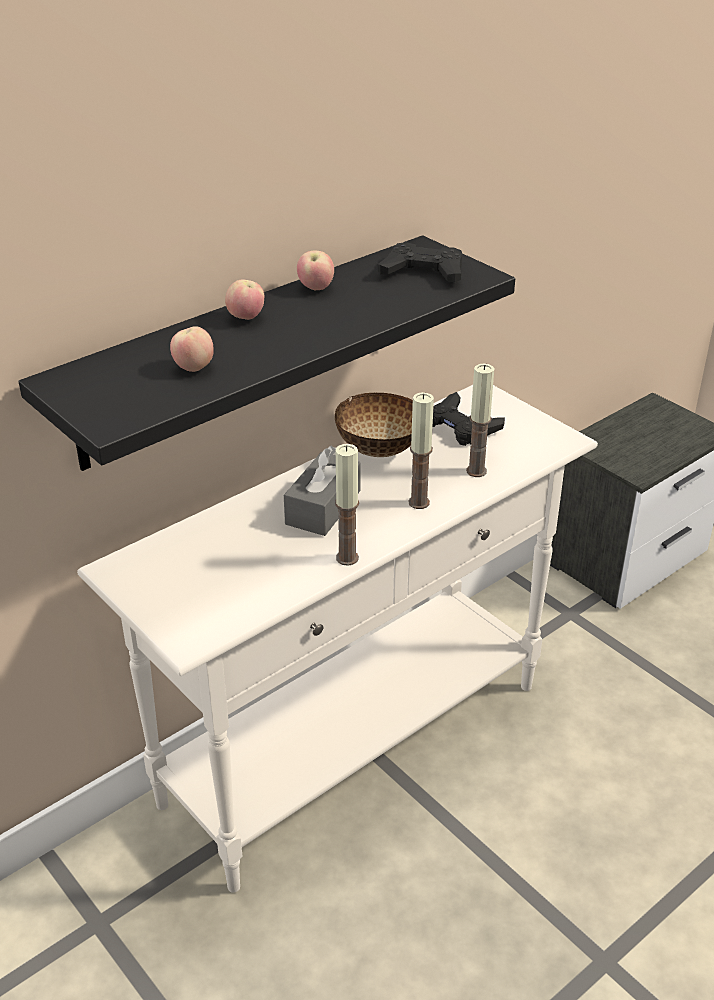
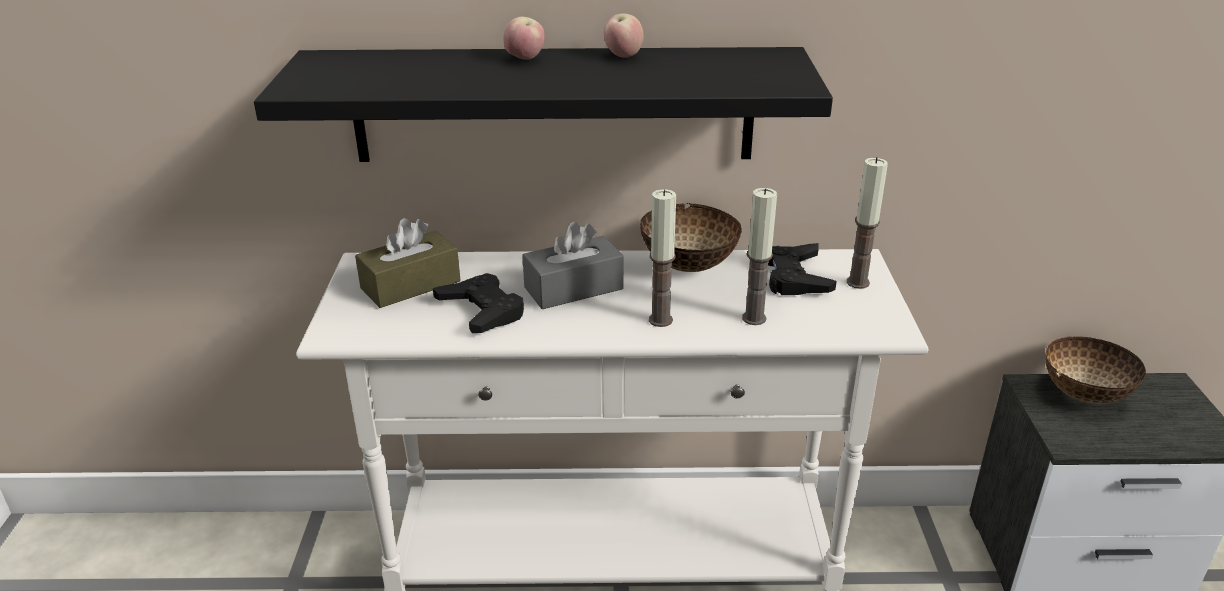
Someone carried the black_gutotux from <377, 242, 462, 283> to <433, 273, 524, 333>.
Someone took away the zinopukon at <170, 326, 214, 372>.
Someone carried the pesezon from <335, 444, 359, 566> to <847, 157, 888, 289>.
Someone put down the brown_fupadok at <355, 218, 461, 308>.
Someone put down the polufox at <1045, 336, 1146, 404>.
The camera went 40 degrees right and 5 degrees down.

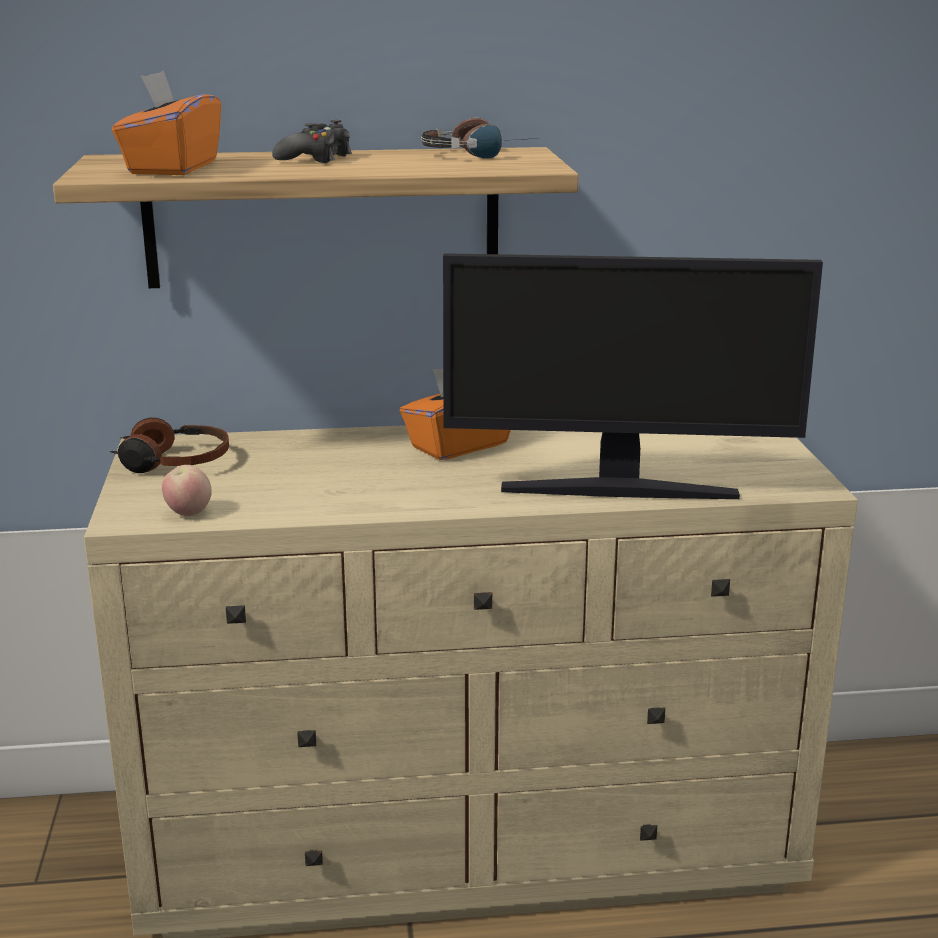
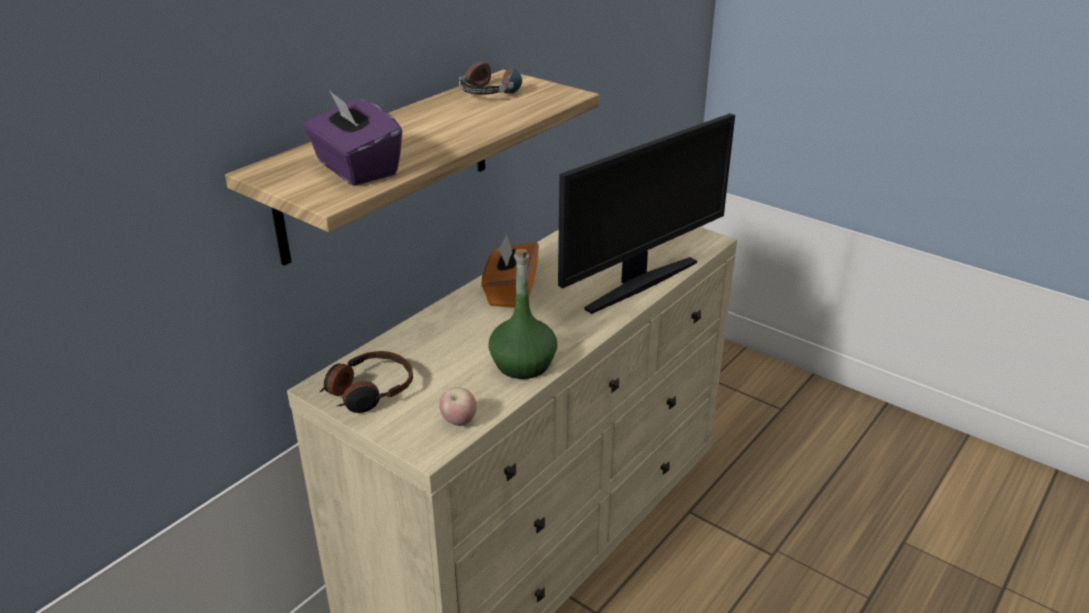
Someone repainted the orange_fupadok at <112, 70, 221, 175>, which became the purple_fupadok at <304, 90, 402, 186>.
Someone took away the black_gutotux at <272, 120, 352, 163>.
Someone put down the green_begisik at <488, 249, 557, 379>.
The camera went 45 degrees left and 10 degrees up.

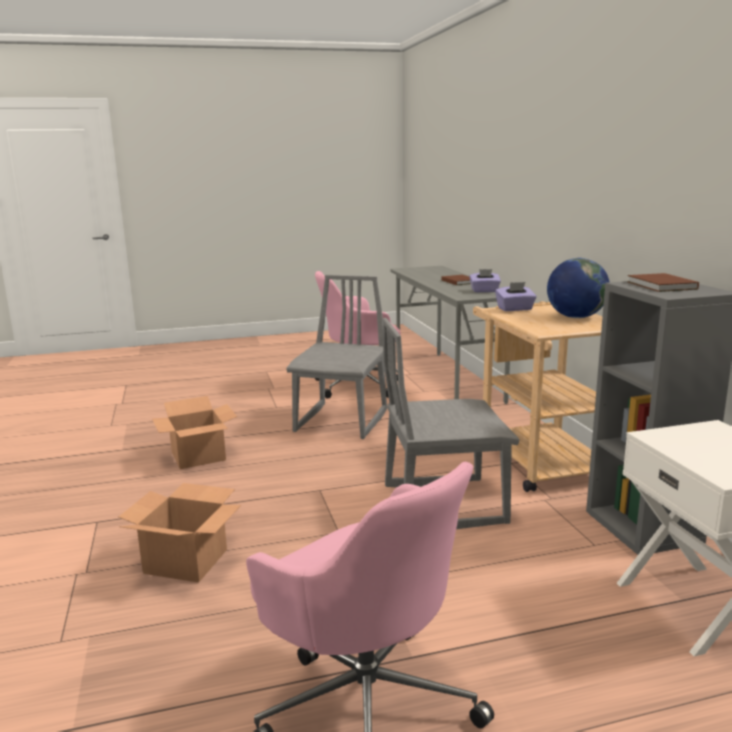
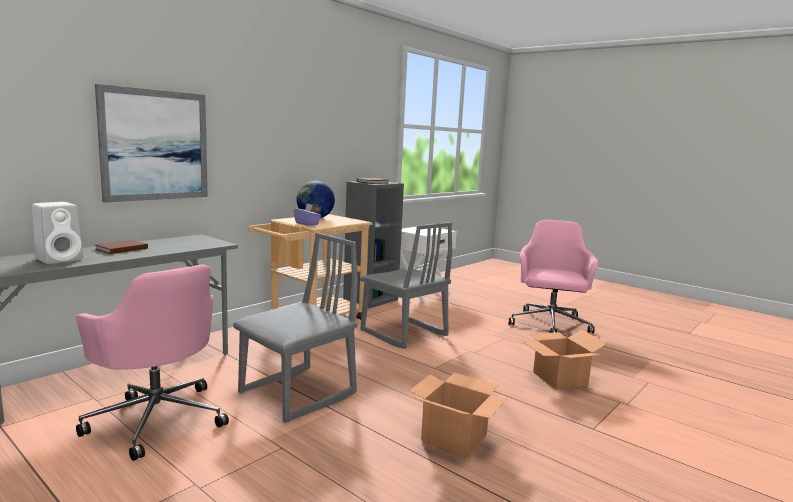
Someone took away the purple_fupadok at <469, 269, 501, 292>.
Someone rotated the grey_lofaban at <286, 275, 387, 439> by 150 degrees clockwise.
Someone put up the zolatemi at <95, 84, 208, 203>.
Someone put down the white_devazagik at <32, 202, 83, 264>.
The camera went 125 degrees left and 5 degrees down.

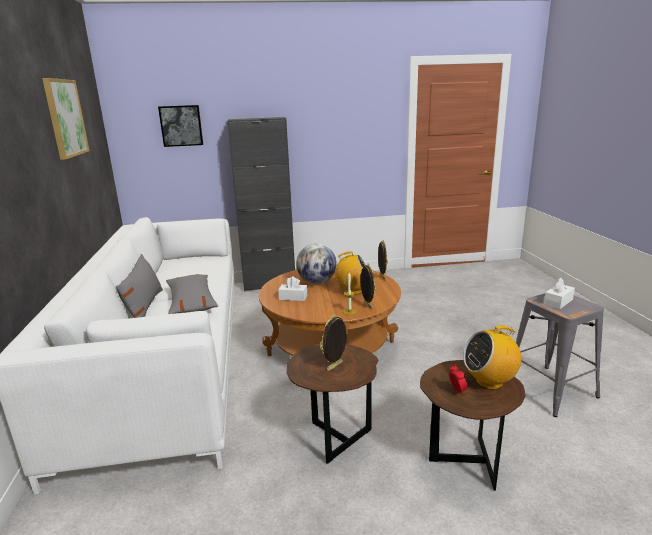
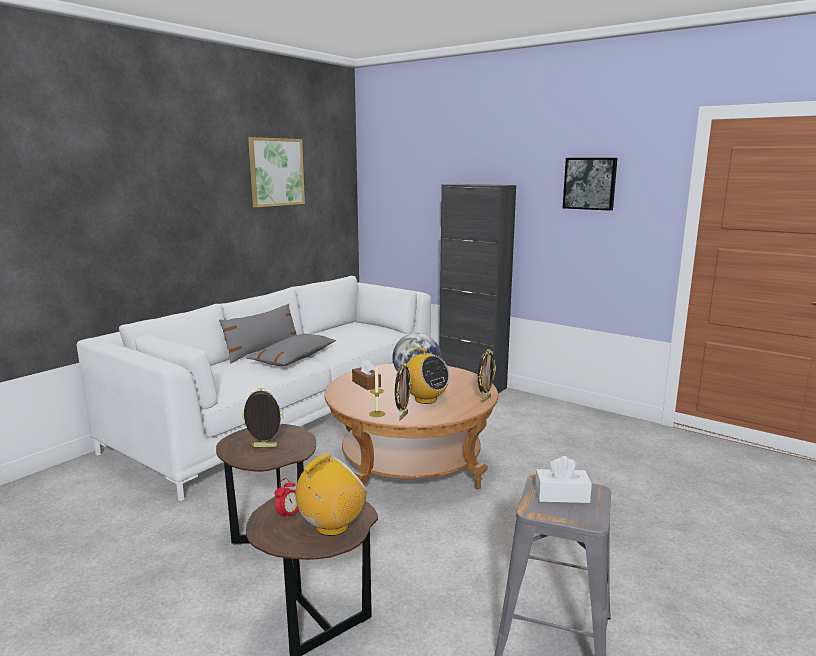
Someone carried the zolatemi from <158, 105, 203, 147> to <563, 158, 617, 211>.
Someone repainted the white_fupadok at <278, 276, 307, 301>, which became the brown_fupadok at <352, 360, 381, 390>.
Someone rotated the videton at <463, 326, 521, 390> by 105 degrees clockwise.
The camera went 45 degrees right and 5 degrees down.

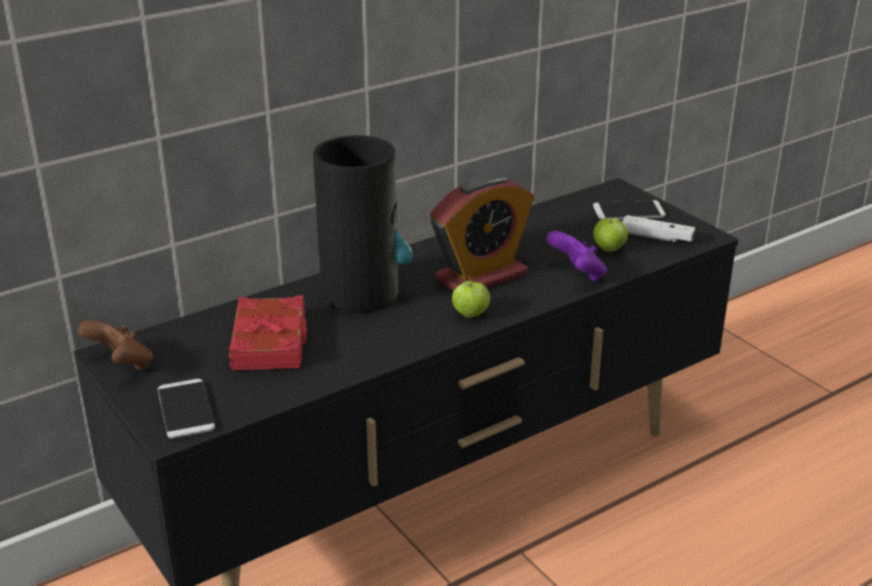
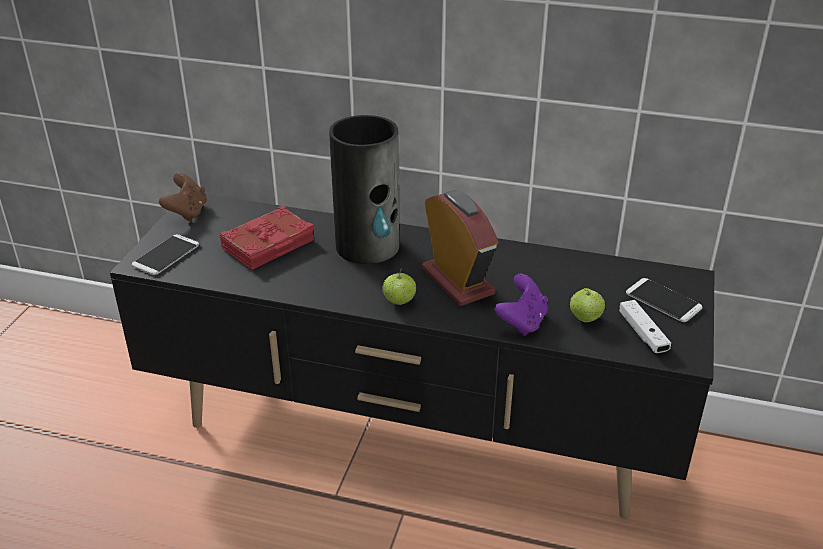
Someone rotated the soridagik at <430, 174, 535, 291> by 135 degrees counterclockwise.
The camera went 50 degrees right and 5 degrees up.

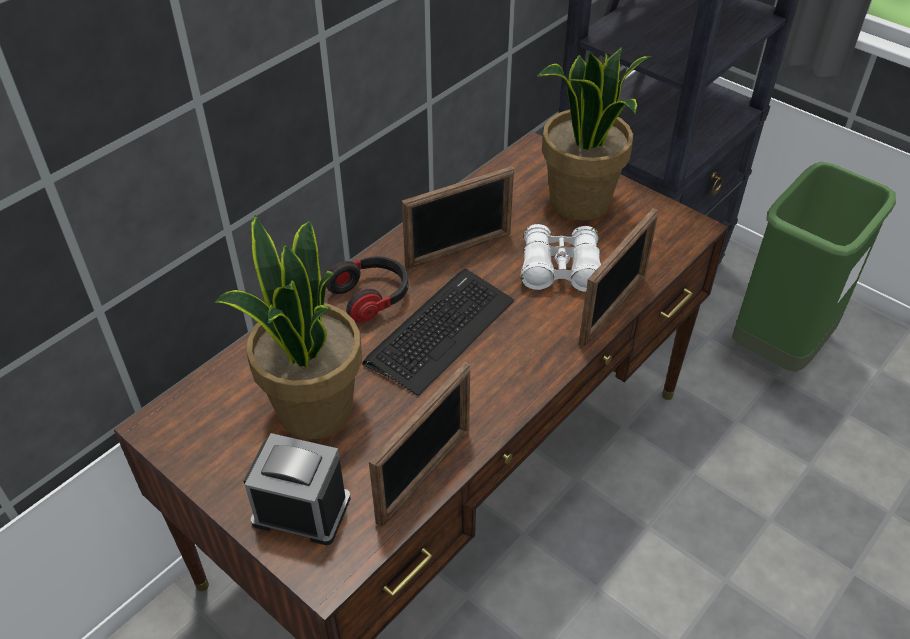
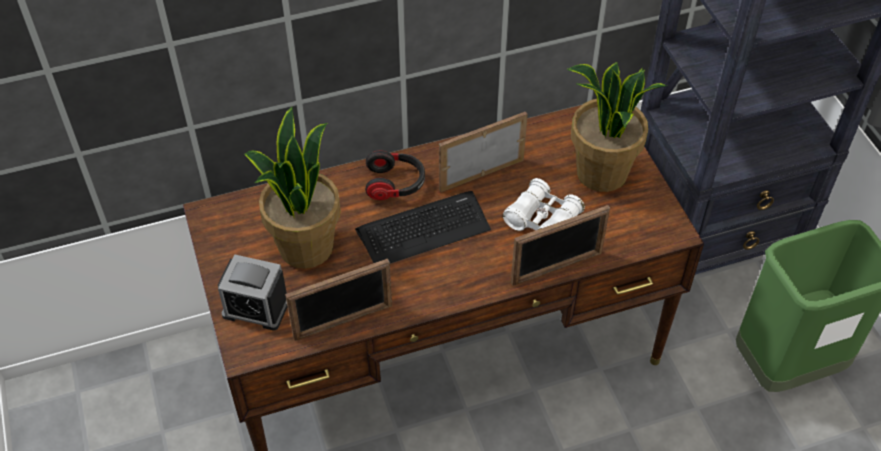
Someone rotated the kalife at <402, 166, 514, 269> by 150 degrees clockwise.
Someone rotated the soridagik at <244, 433, 351, 546> by 150 degrees clockwise.
The camera went 30 degrees right and 5 degrees up.

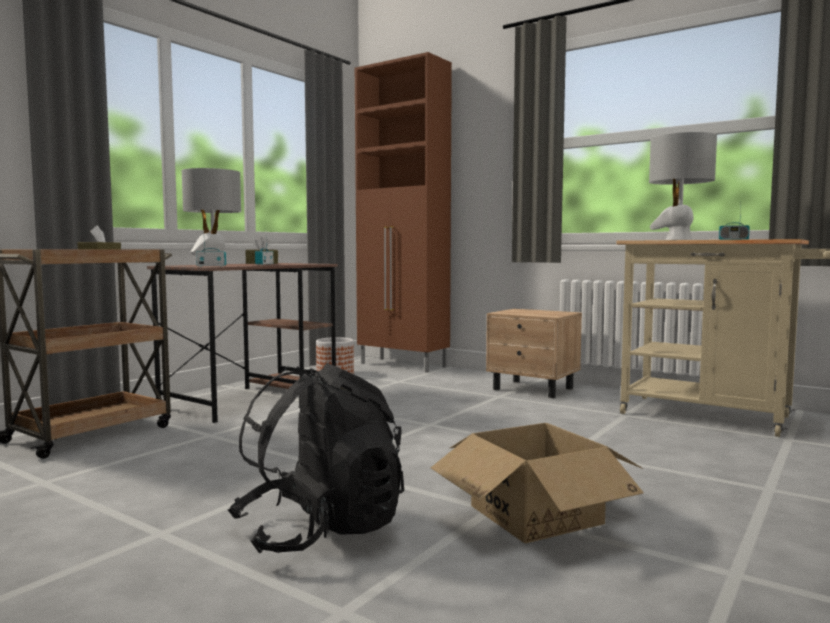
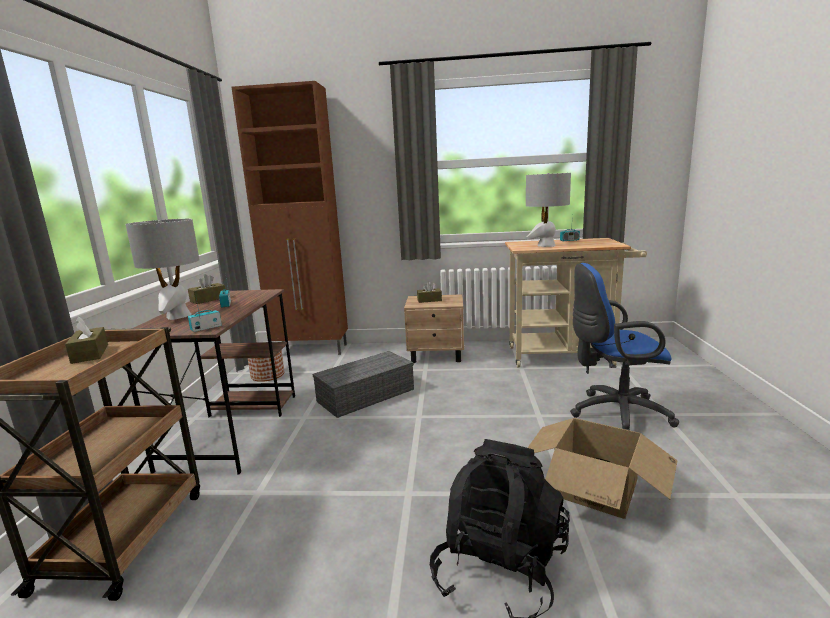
Someone put down the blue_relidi at <570, 263, 679, 430>.
Someone put down the brown_fupadok at <417, 281, 442, 303>.
Someone put down the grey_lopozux at <312, 351, 414, 418>.
The camera went 30 degrees left and 10 degrees up.

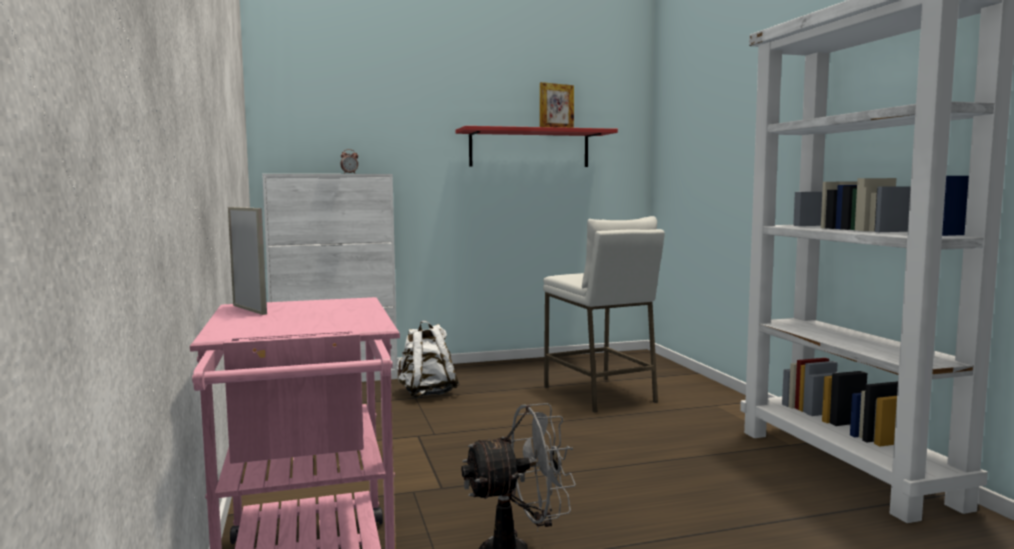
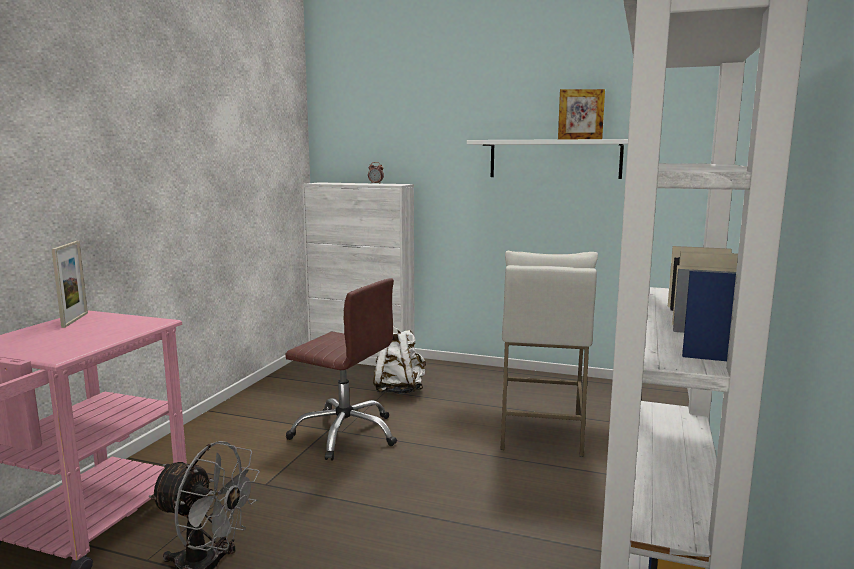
Someone repainted the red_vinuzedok at <456, 126, 618, 167>, which became the white_vinuzedok at <467, 139, 628, 179>.
Someone put down the brown_relidi at <285, 278, 397, 460>.
The camera went 35 degrees right and 5 degrees up.

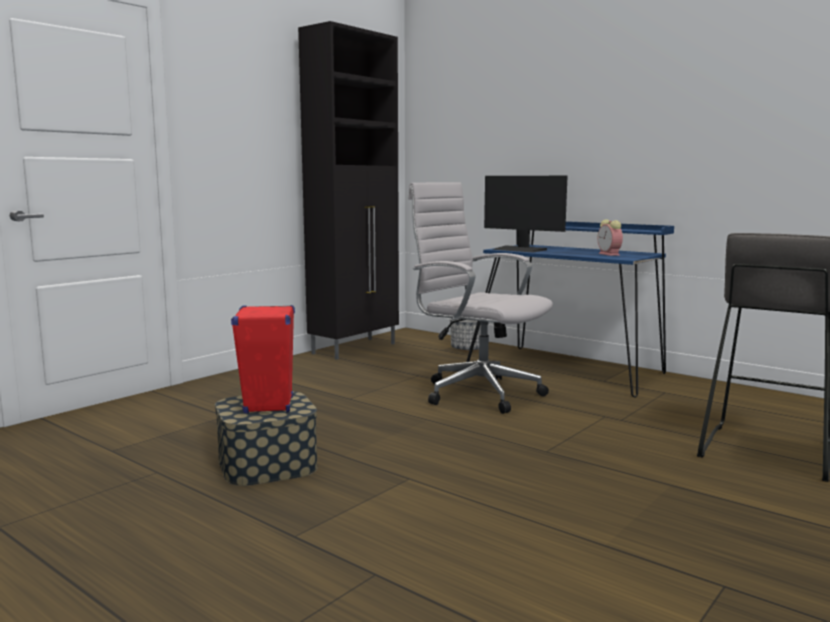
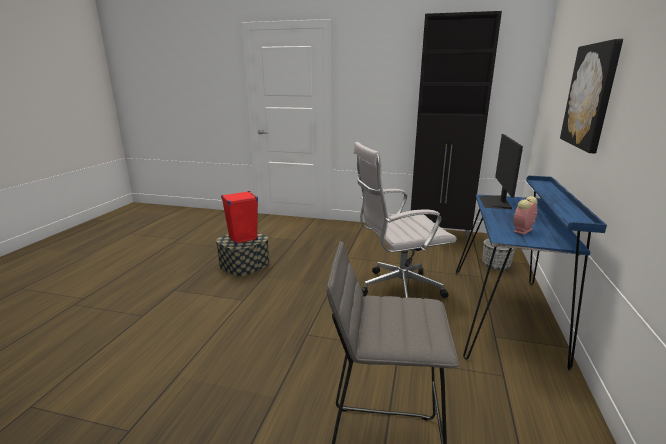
Someone rotated the white_relidi at <408, 182, 553, 414> by 120 degrees counterclockwise.
Someone put up the zolatemi at <560, 39, 623, 153>.
The camera went 65 degrees right and 10 degrees up.

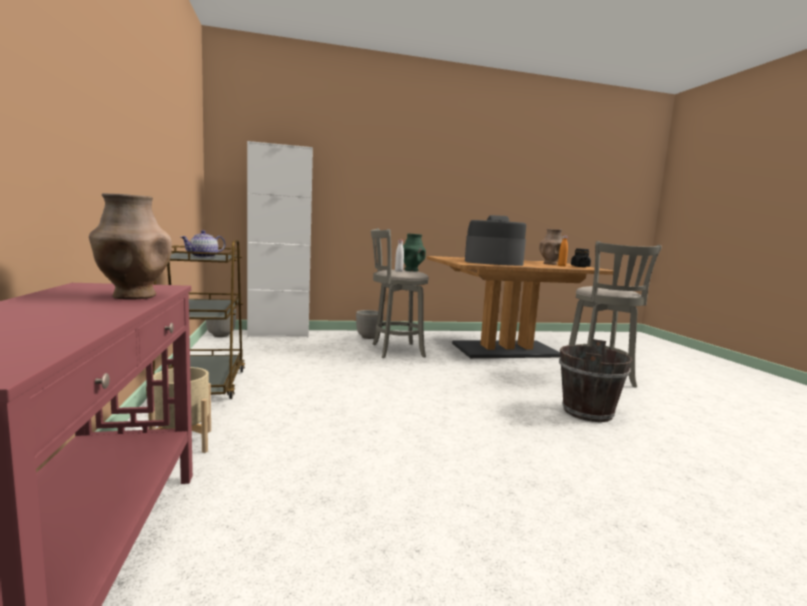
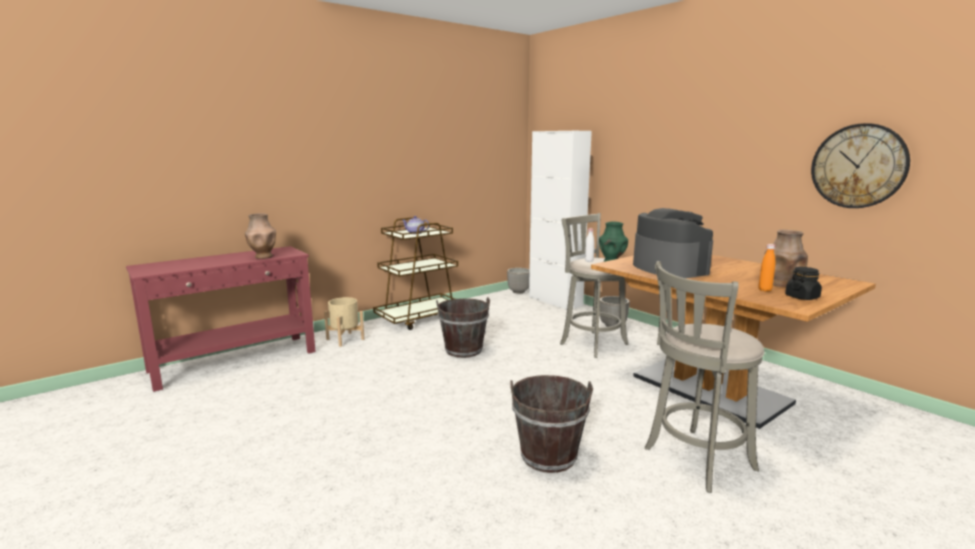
Someone put up the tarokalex at <811, 123, 910, 208>.
Someone put down the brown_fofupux at <436, 297, 490, 358>.
The camera went 65 degrees right and 5 degrees up.

